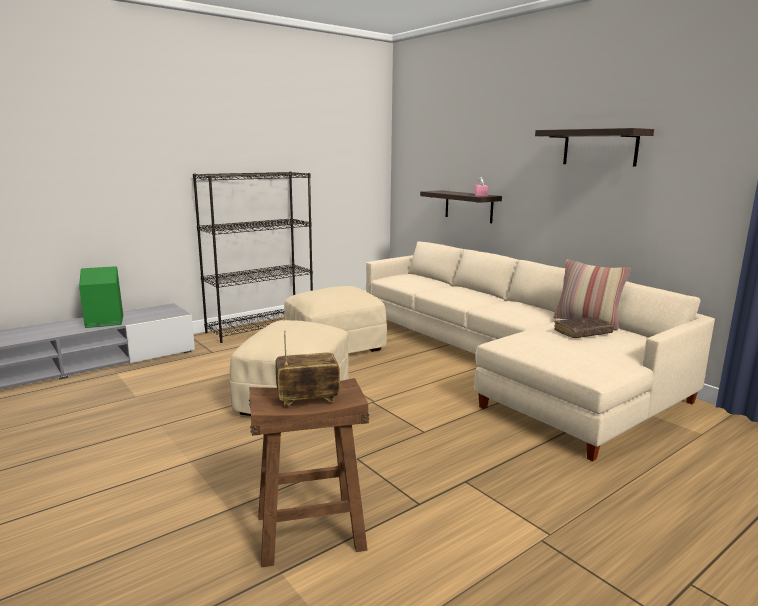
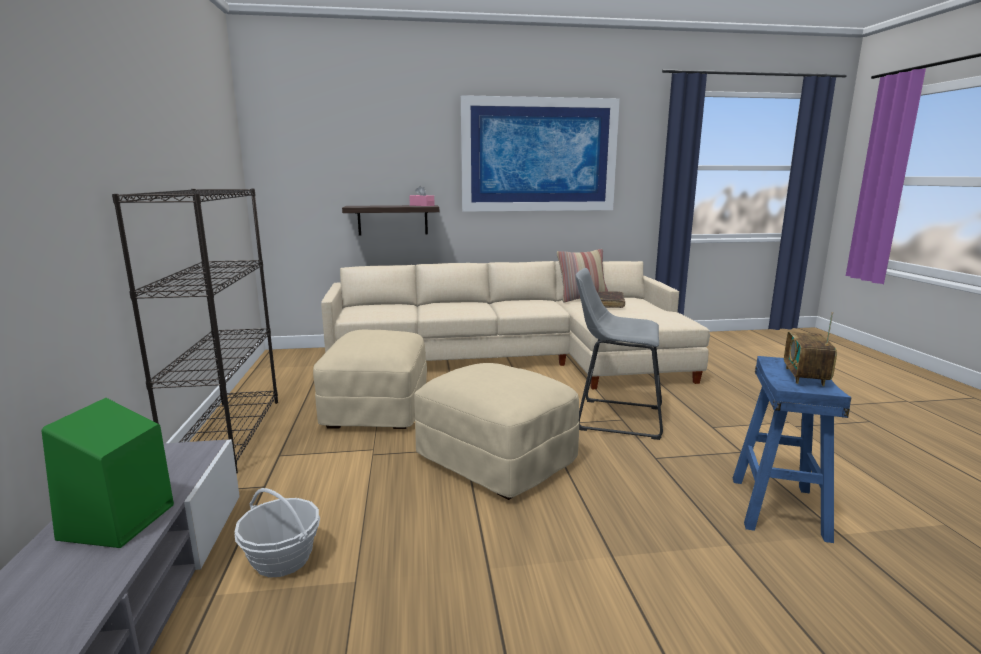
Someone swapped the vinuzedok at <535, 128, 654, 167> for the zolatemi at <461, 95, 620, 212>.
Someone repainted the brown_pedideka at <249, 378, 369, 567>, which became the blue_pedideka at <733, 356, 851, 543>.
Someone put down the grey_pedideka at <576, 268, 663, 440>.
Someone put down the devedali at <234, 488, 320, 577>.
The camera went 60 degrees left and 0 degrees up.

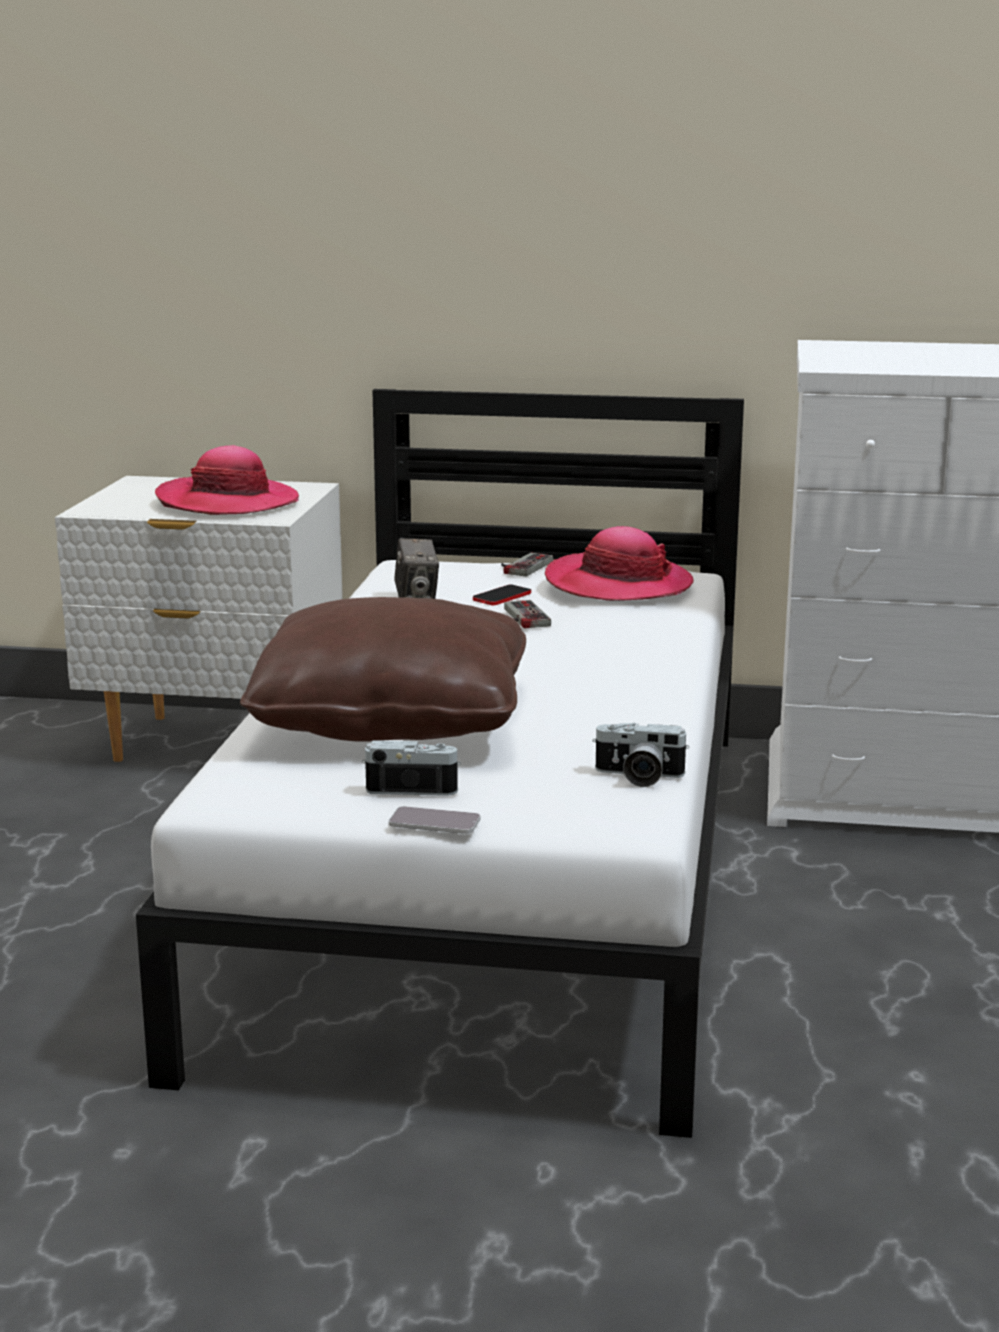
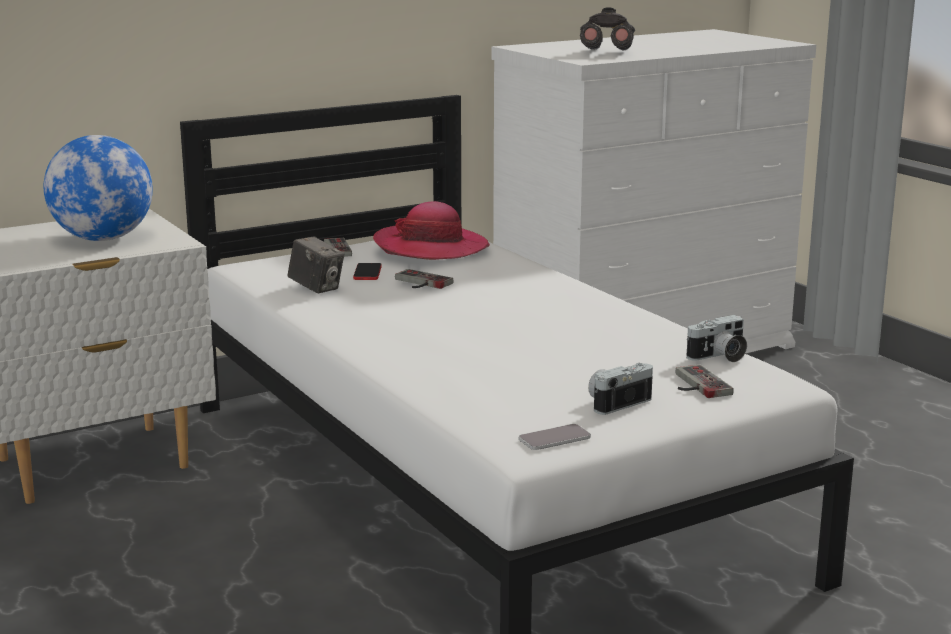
Someone swapped the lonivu at <155, 445, 299, 515> for the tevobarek at <43, 135, 153, 241>.
Someone took away the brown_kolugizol at <240, 597, 526, 742>.
Someone carried the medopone from <389, 806, 480, 834> to <519, 424, 591, 450>.
Someone put down the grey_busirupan at <580, 8, 635, 50>.
Someone put down the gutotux at <676, 364, 733, 398>.
The camera went 40 degrees left and 0 degrees up.

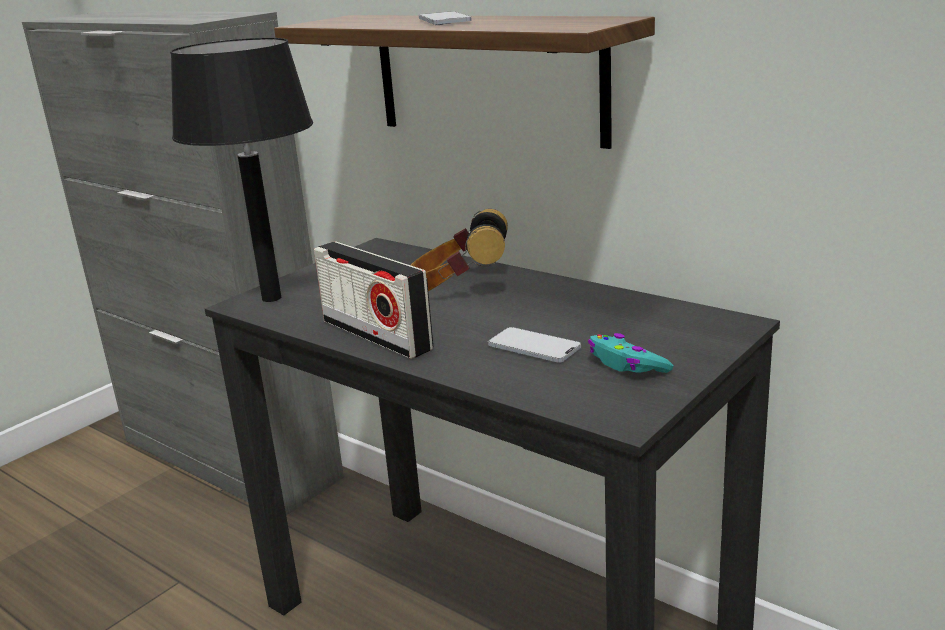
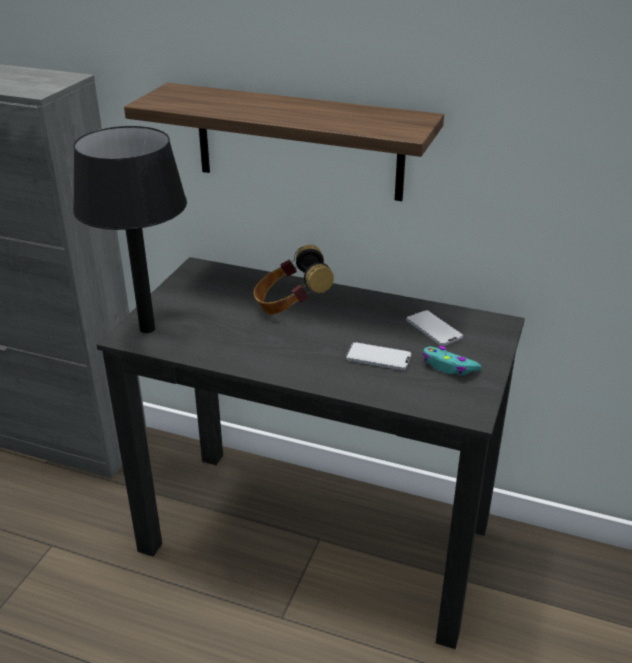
Someone carried the medopone from <419, 11, 472, 25> to <406, 310, 463, 346>.
Someone took away the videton at <314, 241, 433, 359>.
The camera went 20 degrees left and 10 degrees up.

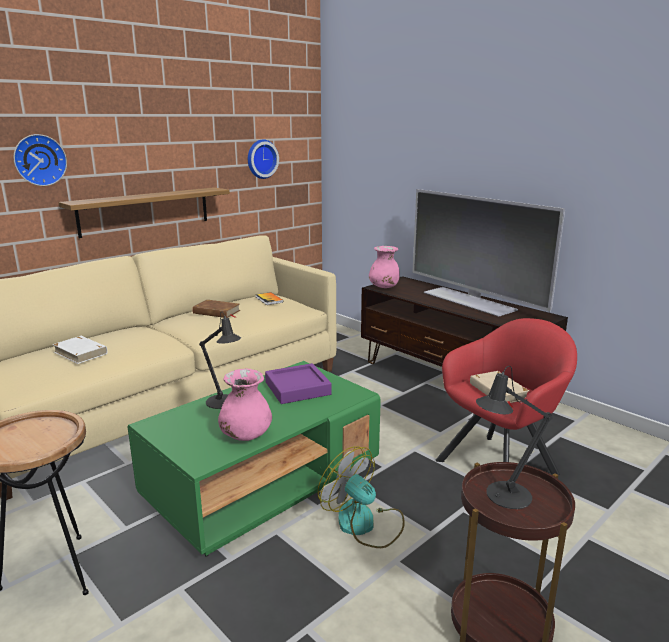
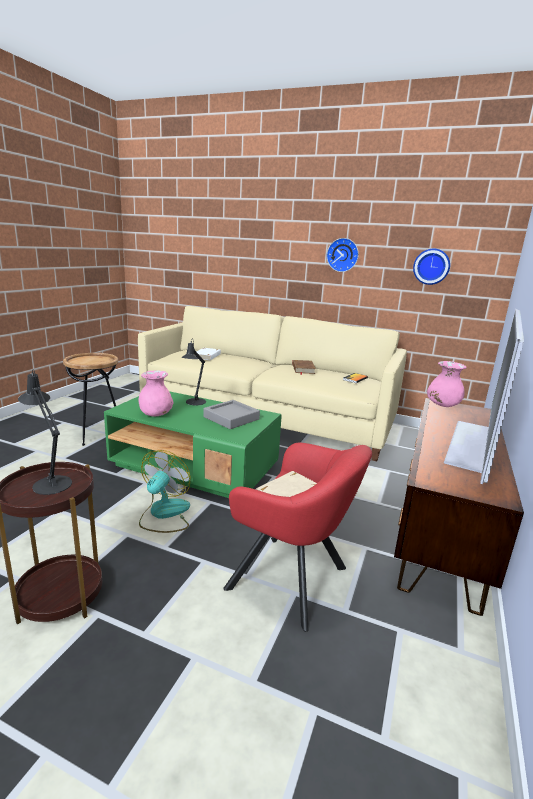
Someone carried the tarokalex from <13, 134, 67, 186> to <327, 238, 359, 272>.
Someone took away the vinuzedok at <58, 187, 230, 238>.
Someone repainted the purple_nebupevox at <265, 363, 332, 404>, which became the grey_nebupevox at <203, 400, 260, 429>.
The camera went 65 degrees right and 0 degrees up.

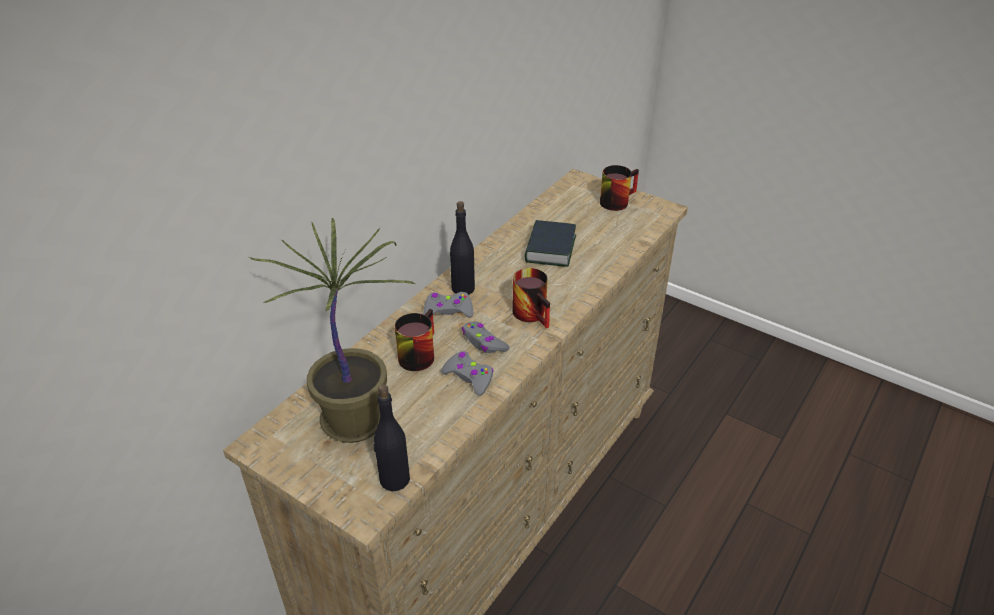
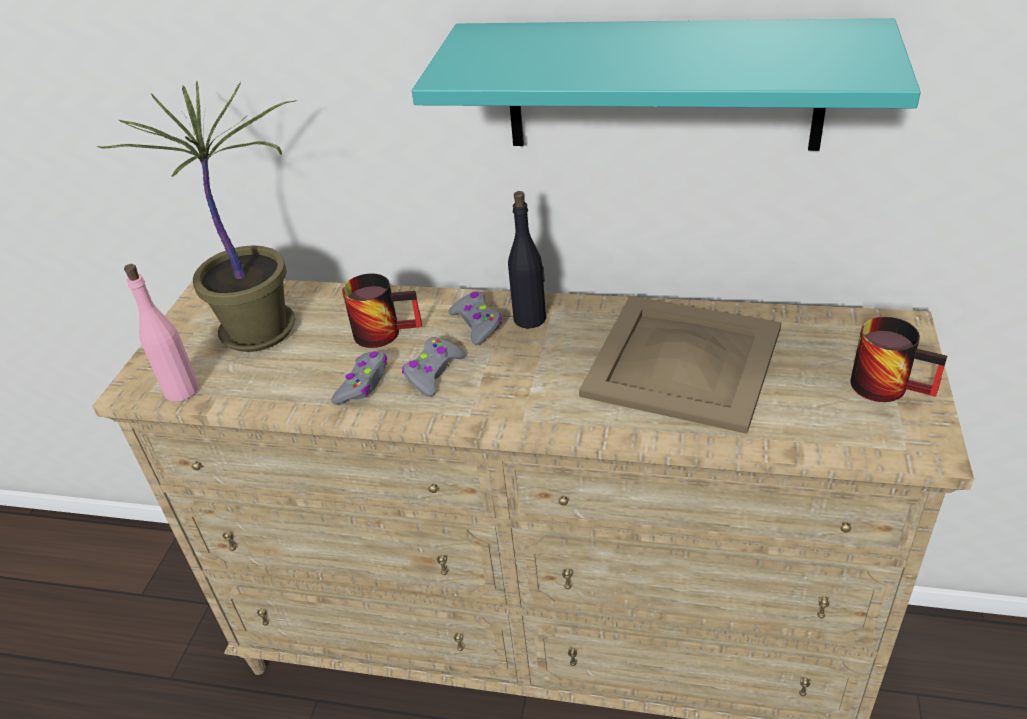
Someone swapped the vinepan at <525, 220, 576, 267> for the beige_nebupevox at <579, 296, 781, 434>.
Someone took away the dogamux at <512, 268, 550, 328>.
Someone repainted the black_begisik at <374, 385, 410, 491>, which became the pink_begisik at <124, 264, 199, 402>.
Someone put up the turquoise_vinuzedok at <412, 18, 921, 151>.
The camera went 70 degrees right and 0 degrees up.

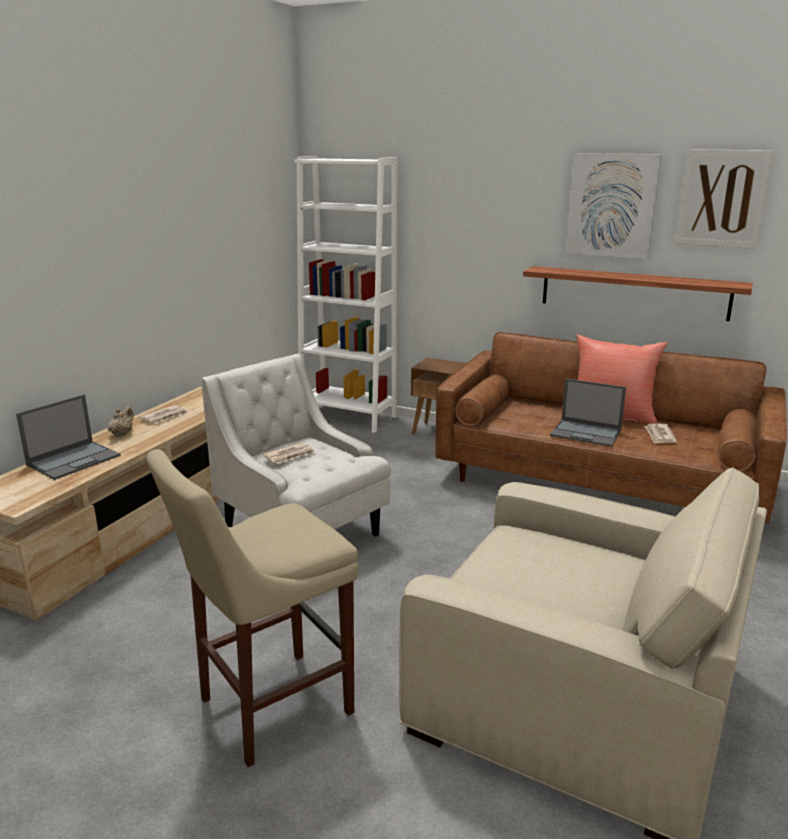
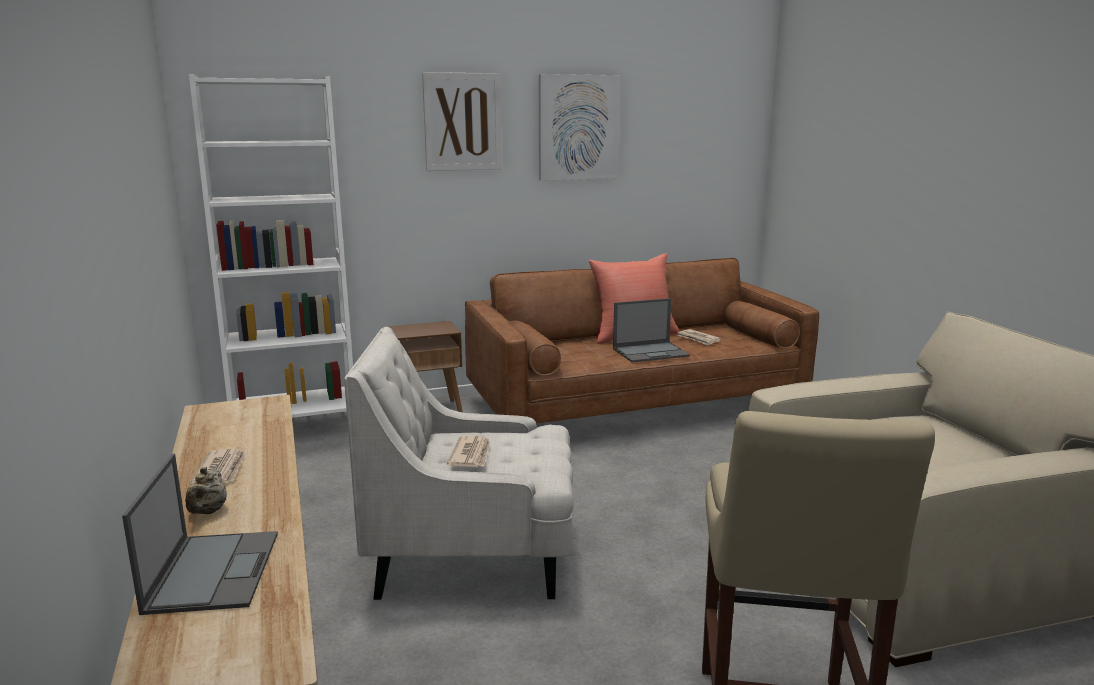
Someone carried the zolatemi from <676, 149, 774, 249> to <422, 72, 502, 171>.
Someone took away the vinuzedok at <523, 266, 753, 321>.
Someone rotated the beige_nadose at <108, 407, 134, 437> by 150 degrees counterclockwise.
The camera went 45 degrees left and 5 degrees down.

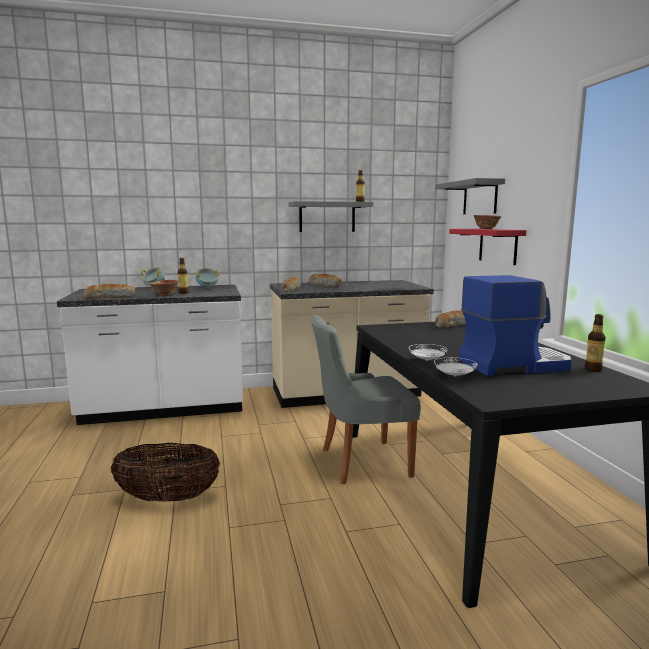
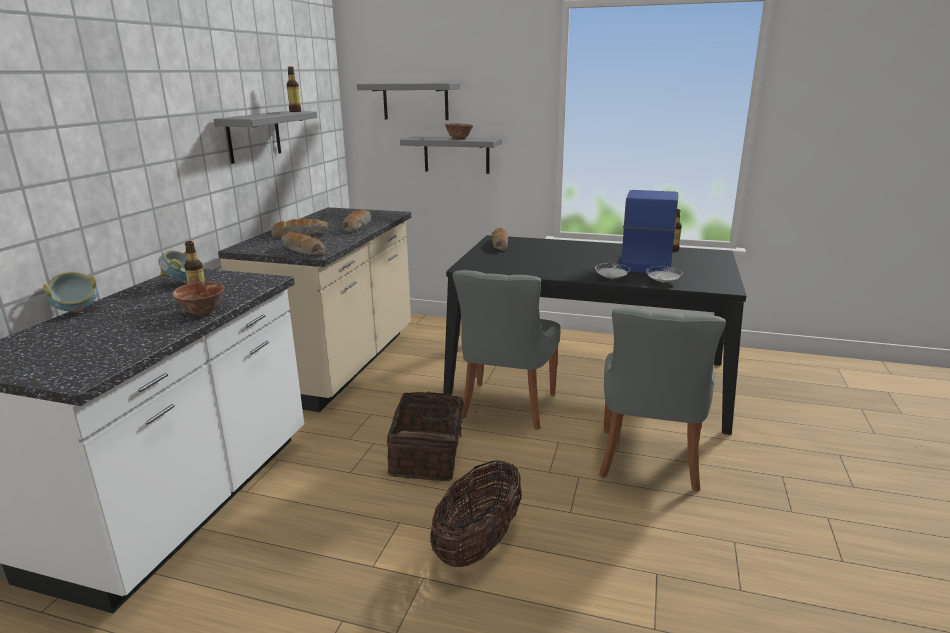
Someone repainted the red_vinuzedok at <449, 229, 526, 265>, which became the grey_vinuzedok at <400, 137, 502, 174>.
Someone carried the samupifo from <84, 284, 135, 299> to <342, 210, 371, 233>.
Someone put down the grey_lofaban at <599, 308, 726, 492>.
Someone put down the devedali at <387, 392, 479, 481>.
The camera went 60 degrees left and 10 degrees up.

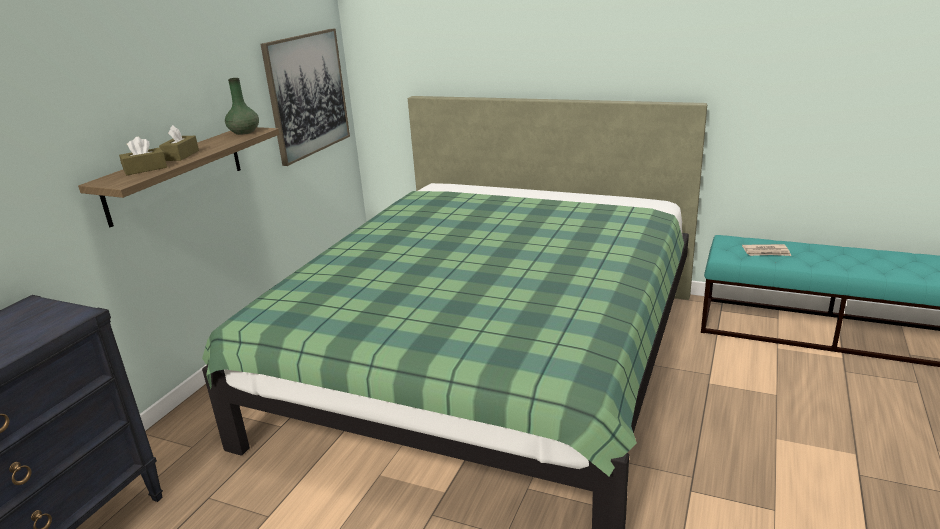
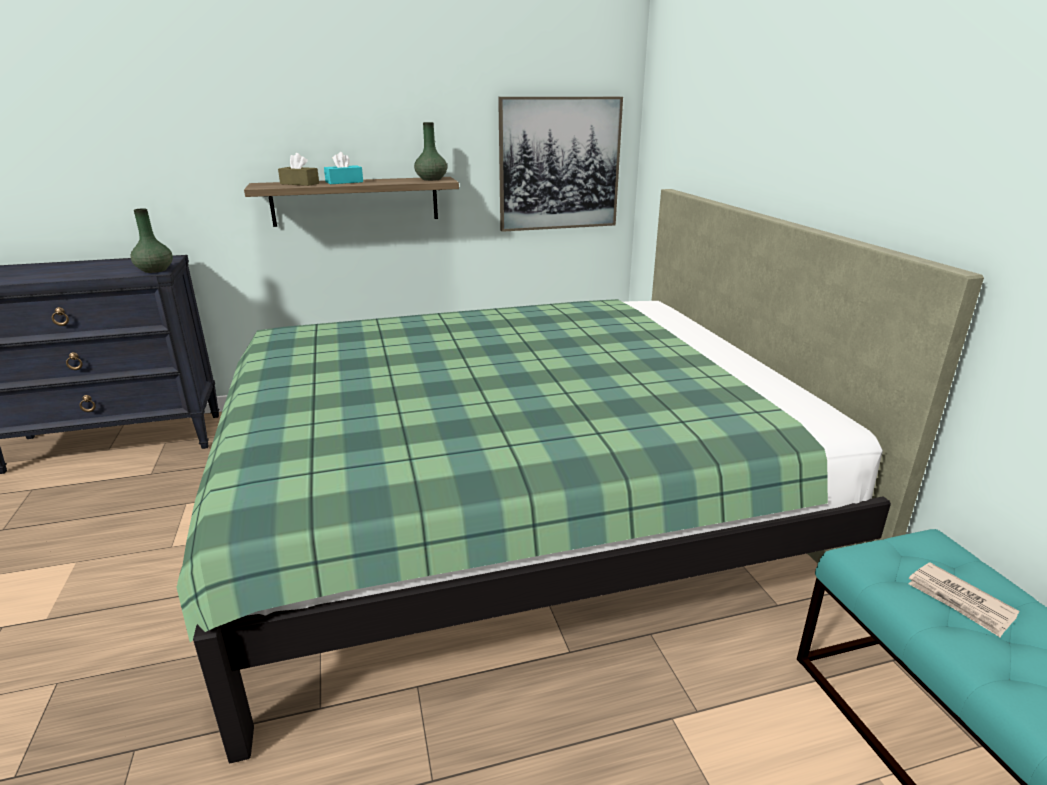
Someone repainted the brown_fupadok at <159, 125, 199, 161>, which became the turquoise_fupadok at <324, 152, 363, 184>.
Someone put down the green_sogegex at <130, 208, 173, 273>.
The camera went 50 degrees right and 0 degrees up.

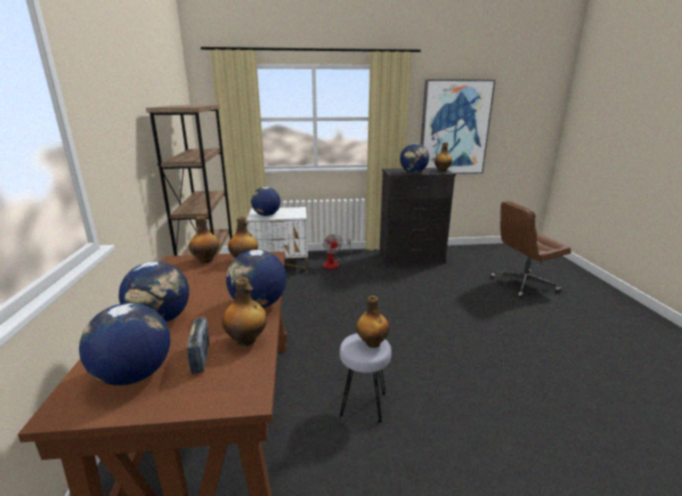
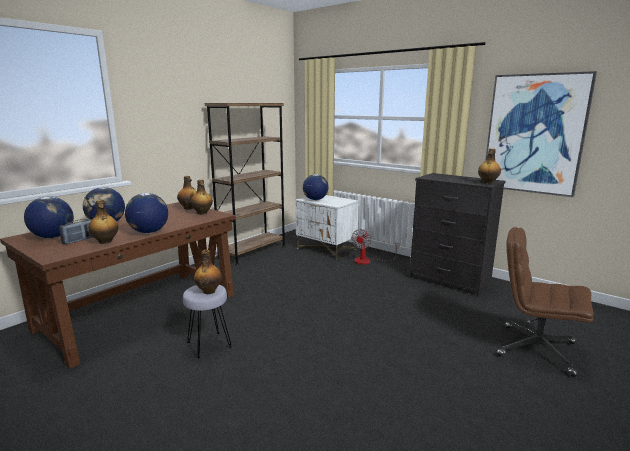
Someone took away the tevobarek at <400, 143, 429, 173>.
The camera went 45 degrees right and 5 degrees down.

